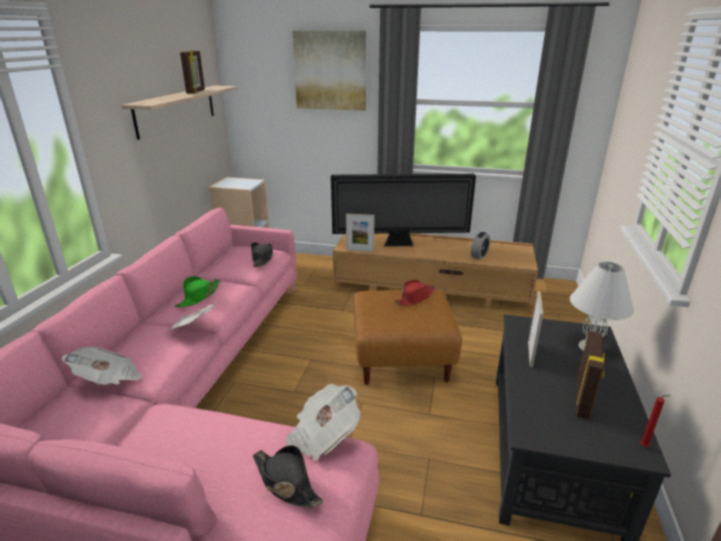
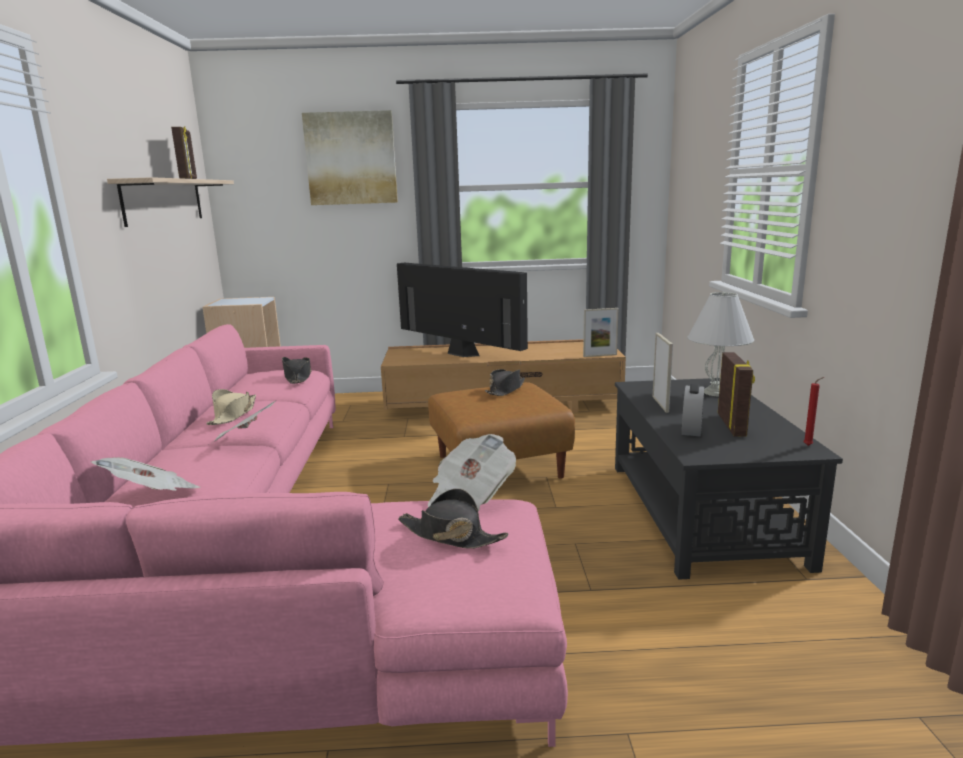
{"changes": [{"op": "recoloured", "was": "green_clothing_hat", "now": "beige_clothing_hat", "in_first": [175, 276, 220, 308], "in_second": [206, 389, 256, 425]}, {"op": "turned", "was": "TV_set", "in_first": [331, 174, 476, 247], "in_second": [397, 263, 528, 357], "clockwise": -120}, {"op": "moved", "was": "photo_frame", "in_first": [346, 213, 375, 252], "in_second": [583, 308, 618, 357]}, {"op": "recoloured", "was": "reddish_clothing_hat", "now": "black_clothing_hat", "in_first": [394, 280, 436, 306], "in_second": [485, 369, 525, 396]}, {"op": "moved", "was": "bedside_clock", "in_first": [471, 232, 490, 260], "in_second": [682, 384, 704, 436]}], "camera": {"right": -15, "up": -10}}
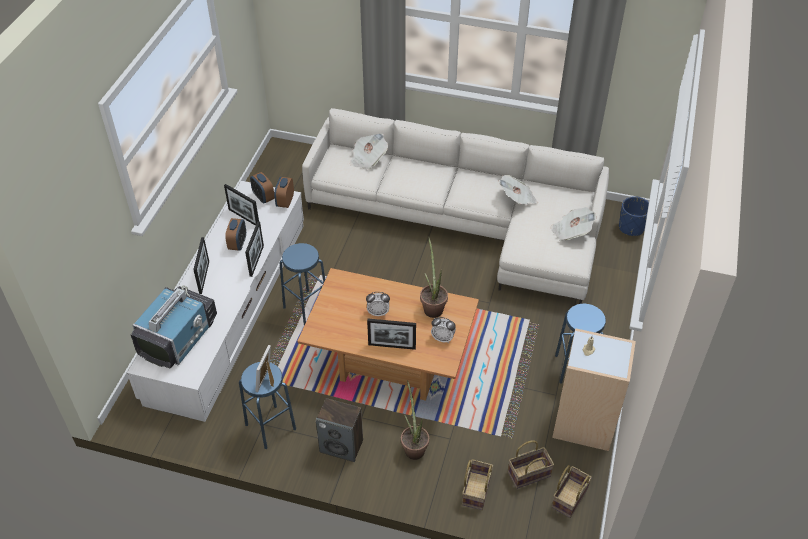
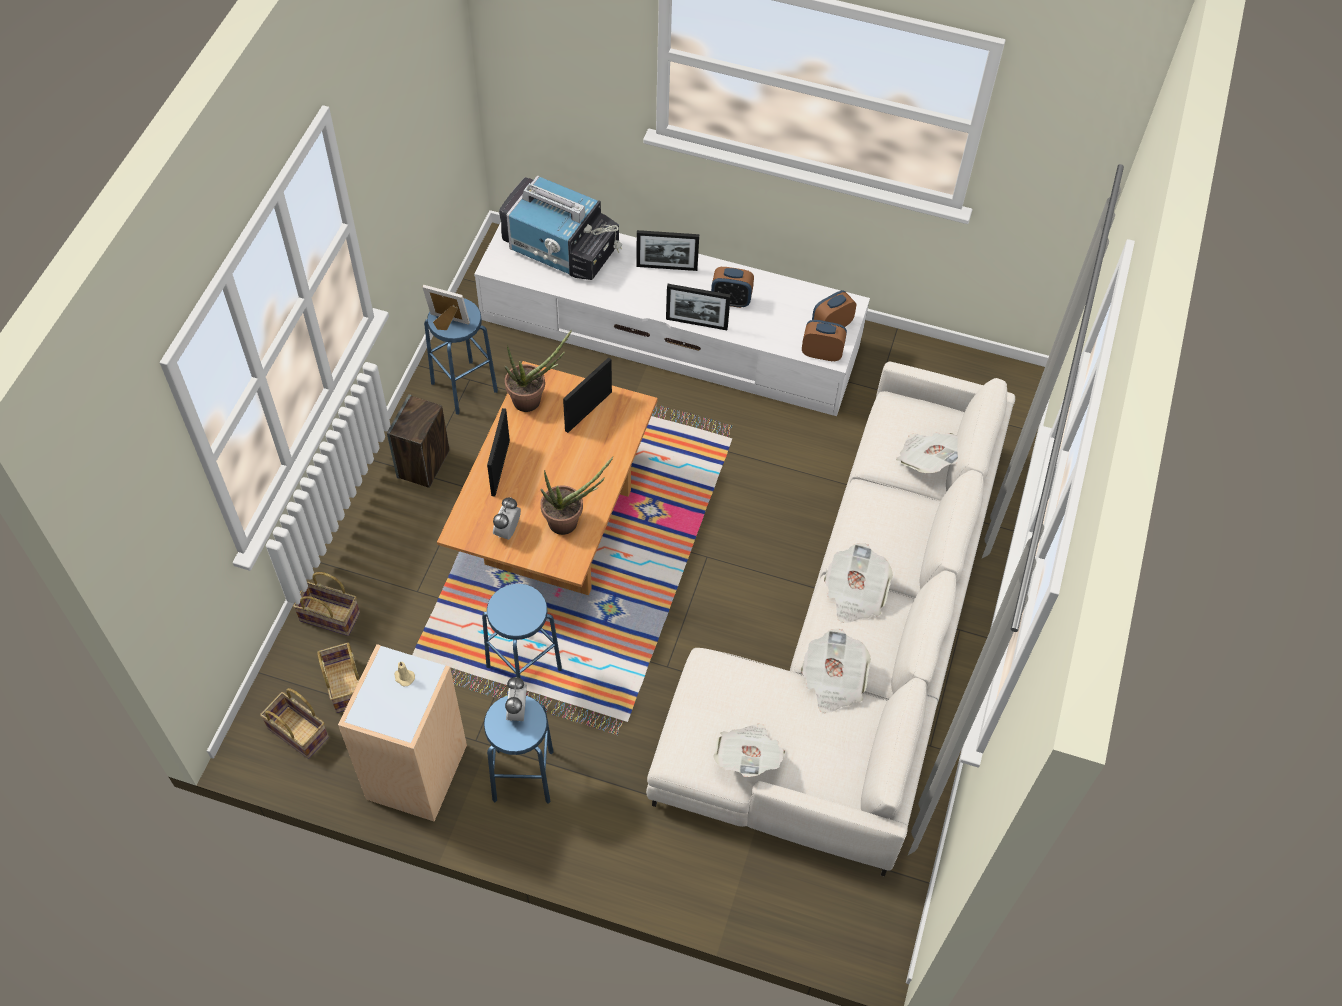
{"changes": [{"op": "moved", "was": "photo_frame", "in_first": [224, 184, 259, 226], "in_second": [563, 357, 612, 433]}, {"op": "moved", "was": "bluish_stool", "in_first": [280, 243, 325, 325], "in_second": [482, 584, 562, 678]}, {"op": "moved", "was": "bedside_clock", "in_first": [366, 292, 390, 316], "in_second": [505, 677, 527, 721]}, {"op": "moved", "was": "potted_plant", "in_first": [401, 380, 429, 460], "in_second": [504, 330, 572, 412]}, {"op": "removed", "was": "bluish_planter", "in_first": [619, 196, 649, 236]}, {"op": "added", "now": "printed_paper", "in_second": [824, 543, 893, 623]}], "camera": {"right": 90, "up": 10}}
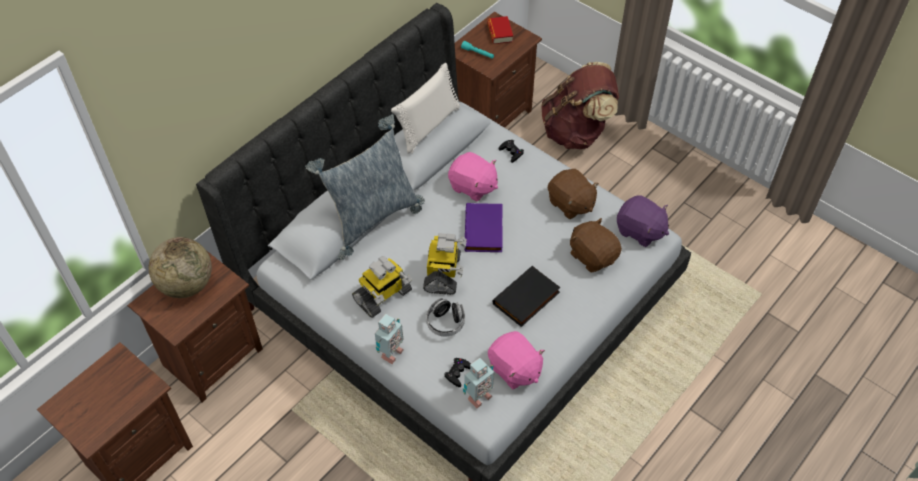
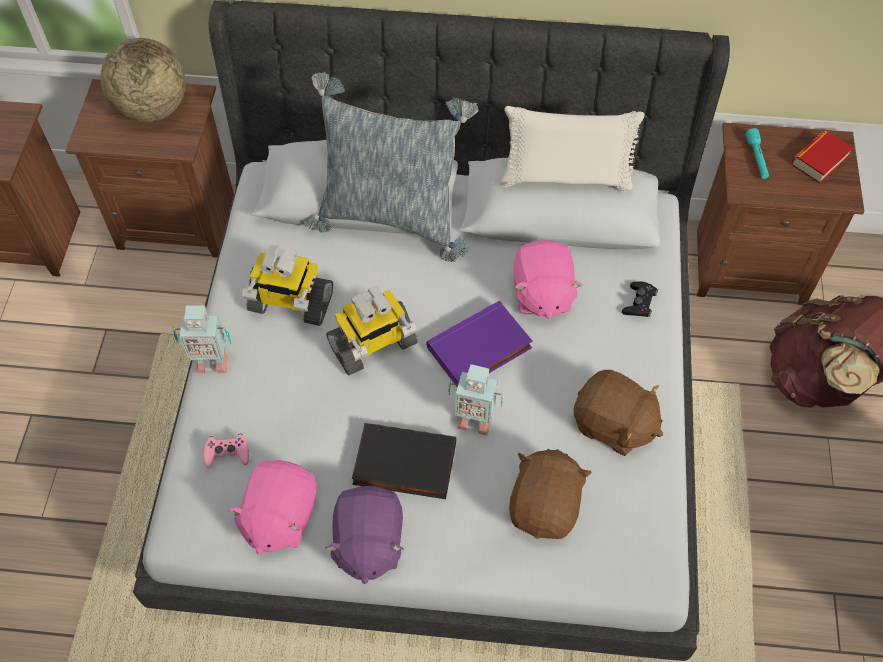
{"changes": [{"op": "removed", "was": "headset", "in_first": [426, 298, 465, 336]}, {"op": "recoloured", "was": "black_joypad", "now": "pinkish_joypad", "in_first": [444, 358, 471, 387], "in_second": [204, 434, 249, 468]}, {"op": "moved", "was": "robot_figure", "in_first": [463, 358, 494, 408], "in_second": [448, 364, 503, 435]}, {"op": "turned", "was": "brown-coloured_cuddly_toy", "in_first": [548, 169, 599, 219], "in_second": [574, 370, 663, 456], "clockwise": -75}, {"op": "moved", "was": "purplish_cuddly_toy", "in_first": [617, 195, 669, 247], "in_second": [325, 486, 404, 584]}], "camera": {"right": 55, "up": 5}}
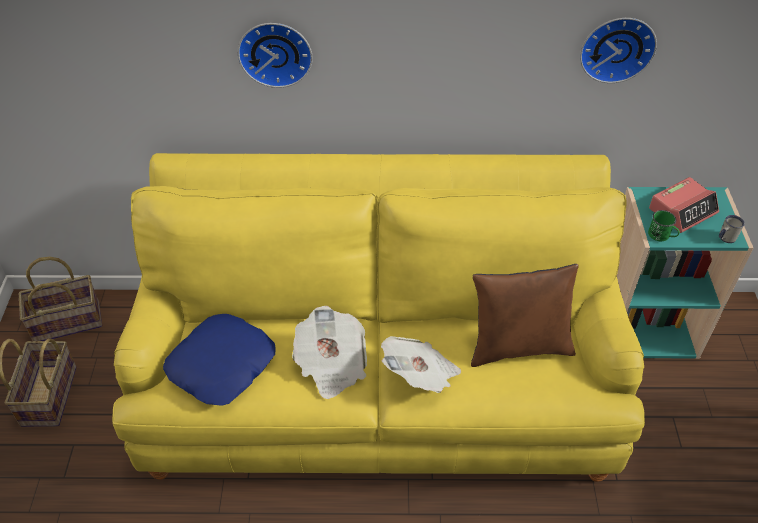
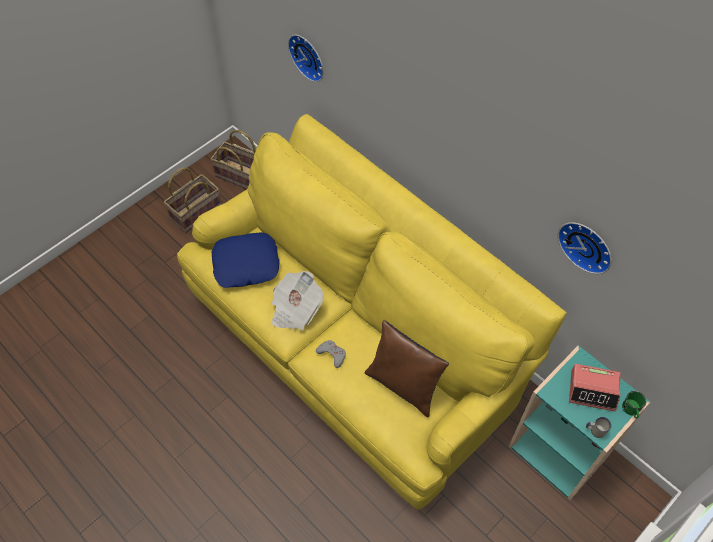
{"changes": [{"op": "moved", "was": "hanging_clock", "in_first": [238, 23, 313, 88], "in_second": [288, 35, 324, 82]}, {"op": "replaced", "was": "printed_paper", "now": "greyish_joypad", "in_first": [381, 336, 461, 393], "in_second": [316, 340, 346, 368]}, {"op": "moved", "was": "green_tea_mug", "in_first": [648, 210, 680, 241], "in_second": [622, 391, 646, 418]}], "camera": {"right": 45, "up": 10}}
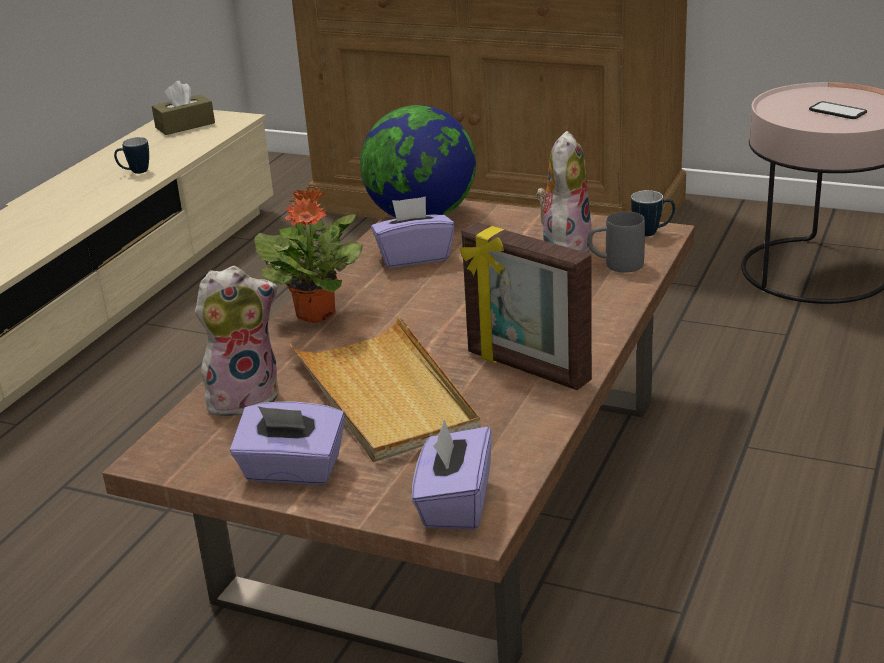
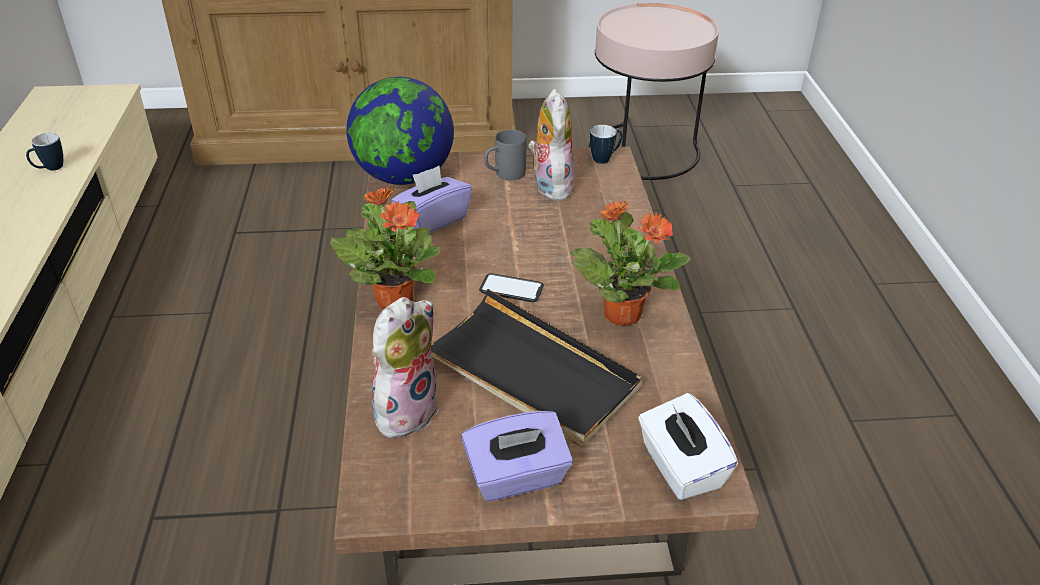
{"changes": [{"op": "removed", "was": "brown-coloured_tissue_holder", "in_first": [152, 81, 215, 135]}, {"op": "recoloured", "was": "beige_tray", "now": "black_tray", "in_first": [289, 316, 481, 462], "in_second": [431, 289, 643, 446]}, {"op": "recoloured", "was": "purplish_tissue_holder", "now": "white-coloured_tissue_holder", "in_first": [412, 420, 492, 530], "in_second": [638, 393, 738, 500]}, {"op": "replaced", "was": "photo_frame", "now": "potted_plant", "in_first": [460, 222, 592, 390], "in_second": [571, 200, 690, 326]}, {"op": "moved", "was": "greyish_tea_mug", "in_first": [588, 211, 645, 273], "in_second": [484, 130, 526, 180]}, {"op": "moved", "was": "phone", "in_first": [809, 101, 867, 119], "in_second": [479, 273, 544, 302]}], "camera": {"right": -30, "up": 10}}
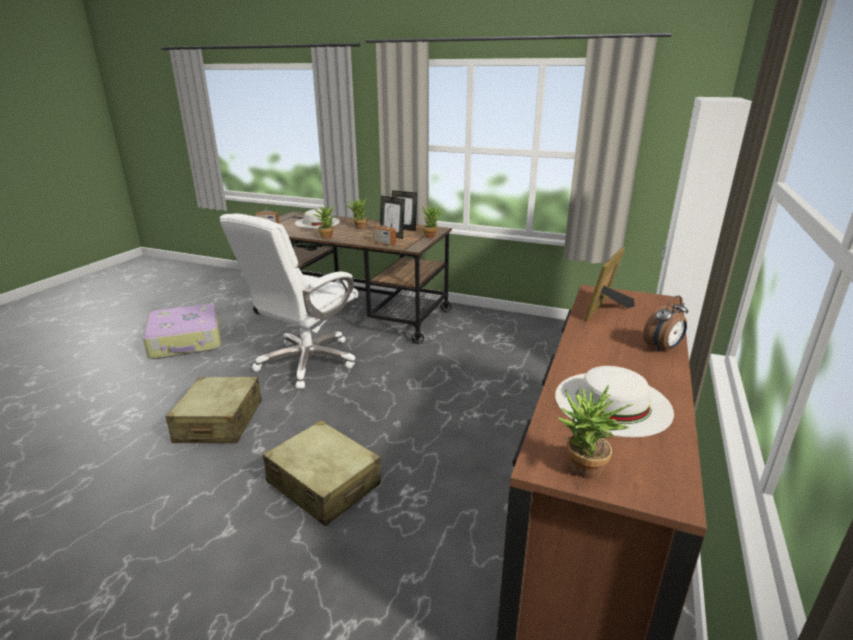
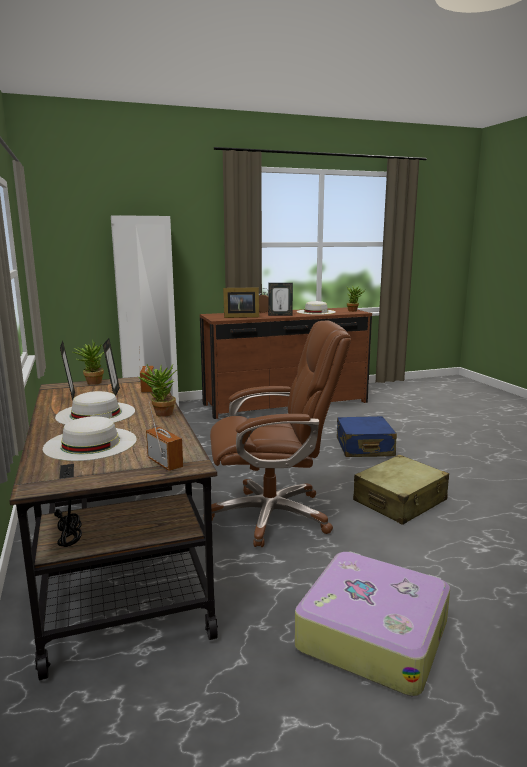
{"changes": [{"op": "recoloured", "was": "white-coloured_office_chair", "now": "brown-coloured_office_chair", "in_first": [220, 213, 358, 389], "in_second": [210, 320, 351, 547]}, {"op": "recoloured", "was": "beige_piece_of_luggage", "now": "bluish_piece_of_luggage", "in_first": [263, 420, 381, 526], "in_second": [337, 416, 397, 457]}, {"op": "replaced", "was": "potted_plant", "now": "white-coloured_clothing_hat", "in_first": [345, 197, 368, 229], "in_second": [55, 391, 135, 425]}, {"op": "added", "now": "photo_frame", "in_second": [268, 283, 293, 316]}], "camera": {"right": -130, "up": -10}}
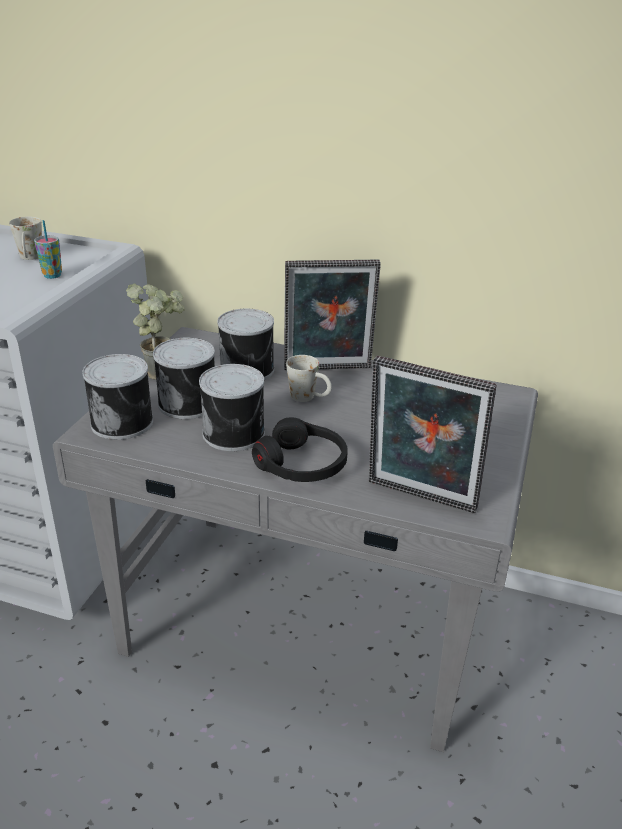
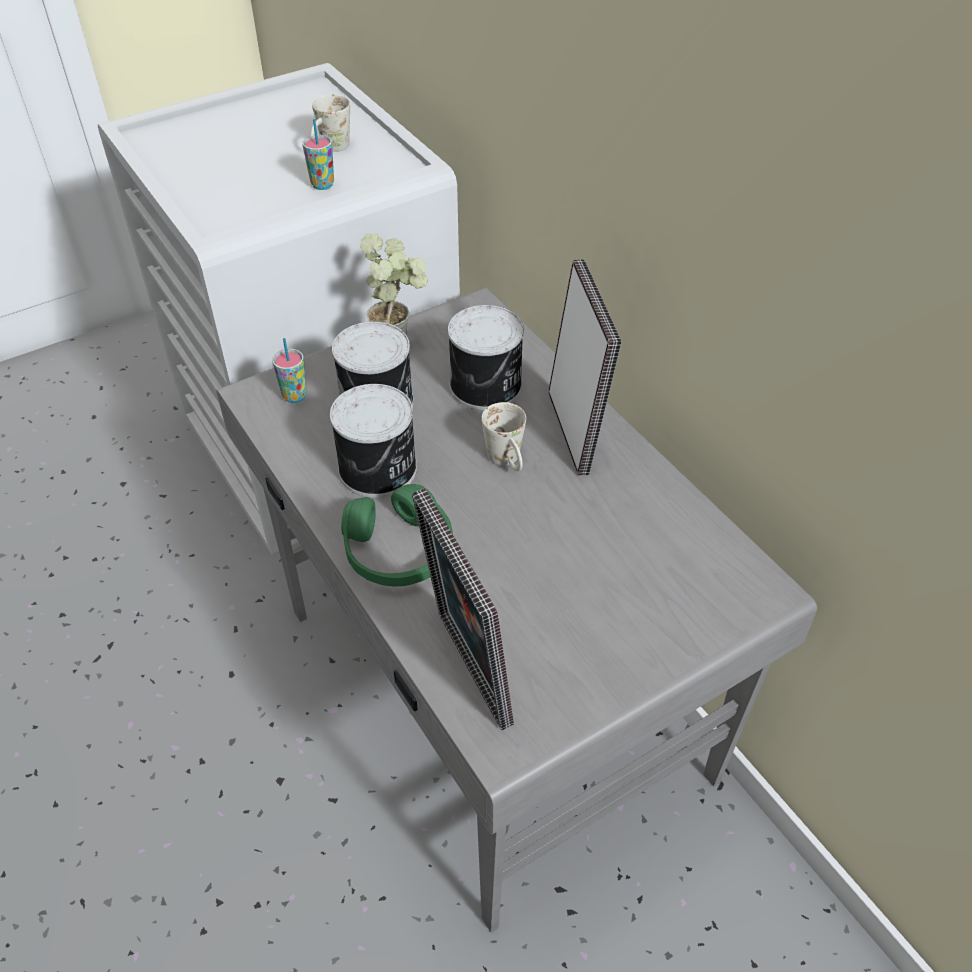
{"changes": [{"op": "replaced", "was": "can", "now": "cup", "in_first": [82, 354, 153, 440], "in_second": [272, 338, 307, 403]}, {"op": "recoloured", "was": "black_headset", "now": "green_headset", "in_first": [252, 418, 348, 482], "in_second": [341, 484, 453, 587]}, {"op": "turned", "was": "photo_frame", "in_first": [284, 260, 381, 370], "in_second": [548, 259, 622, 476], "clockwise": -135}], "camera": {"right": 40, "up": 15}}
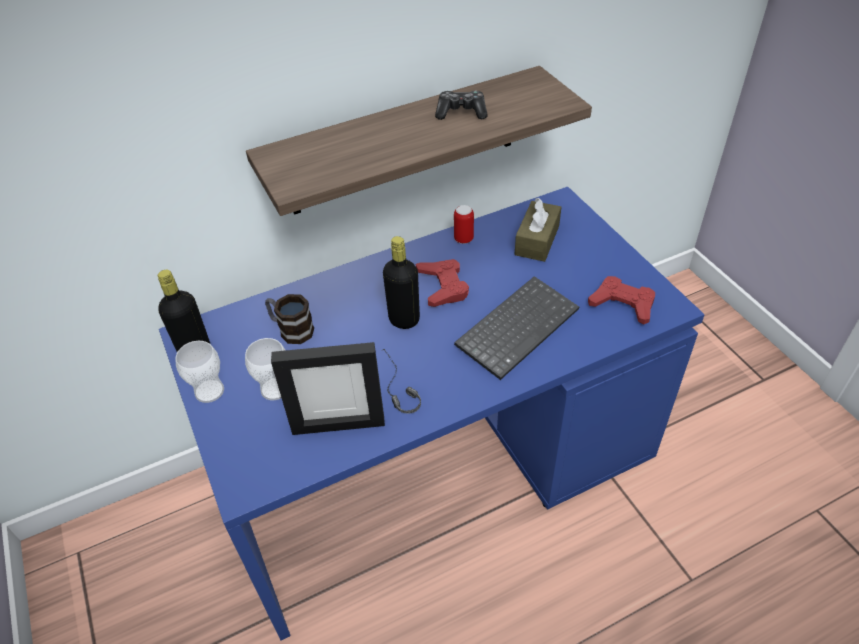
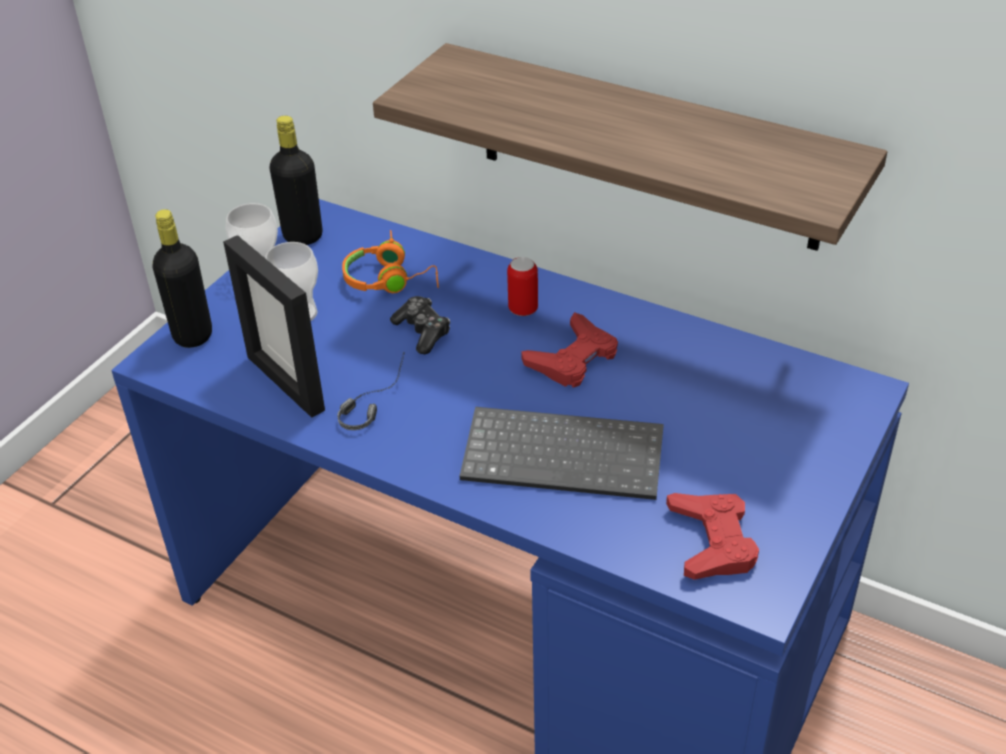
{"changes": [{"op": "replaced", "was": "tea_mug", "now": "orange_headset", "in_first": [265, 294, 314, 344], "in_second": [342, 230, 439, 293]}, {"op": "moved", "was": "black_beverage_bottle", "in_first": [383, 236, 420, 329], "in_second": [153, 209, 212, 348]}, {"op": "moved", "was": "joypad", "in_first": [435, 91, 488, 120], "in_second": [390, 296, 450, 354]}, {"op": "moved", "was": "can", "in_first": [454, 205, 474, 244], "in_second": [507, 257, 538, 316]}, {"op": "removed", "was": "brown-coloured_tissue_holder", "in_first": [515, 198, 561, 262]}], "camera": {"right": 55, "up": -5}}
